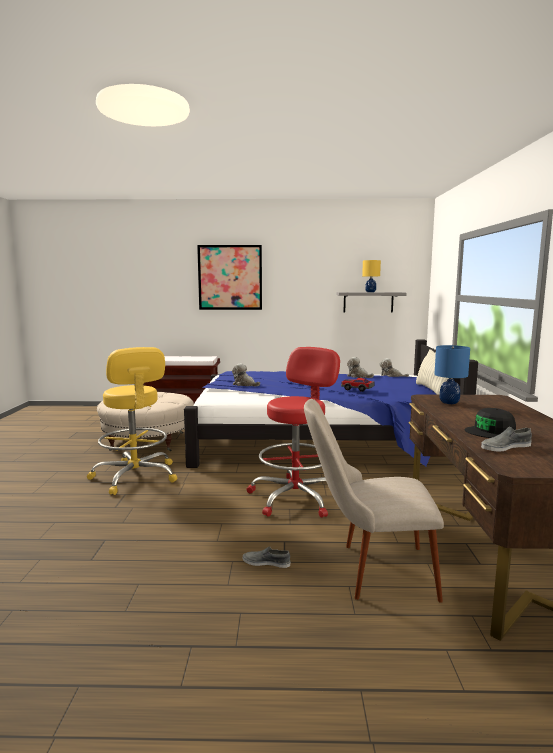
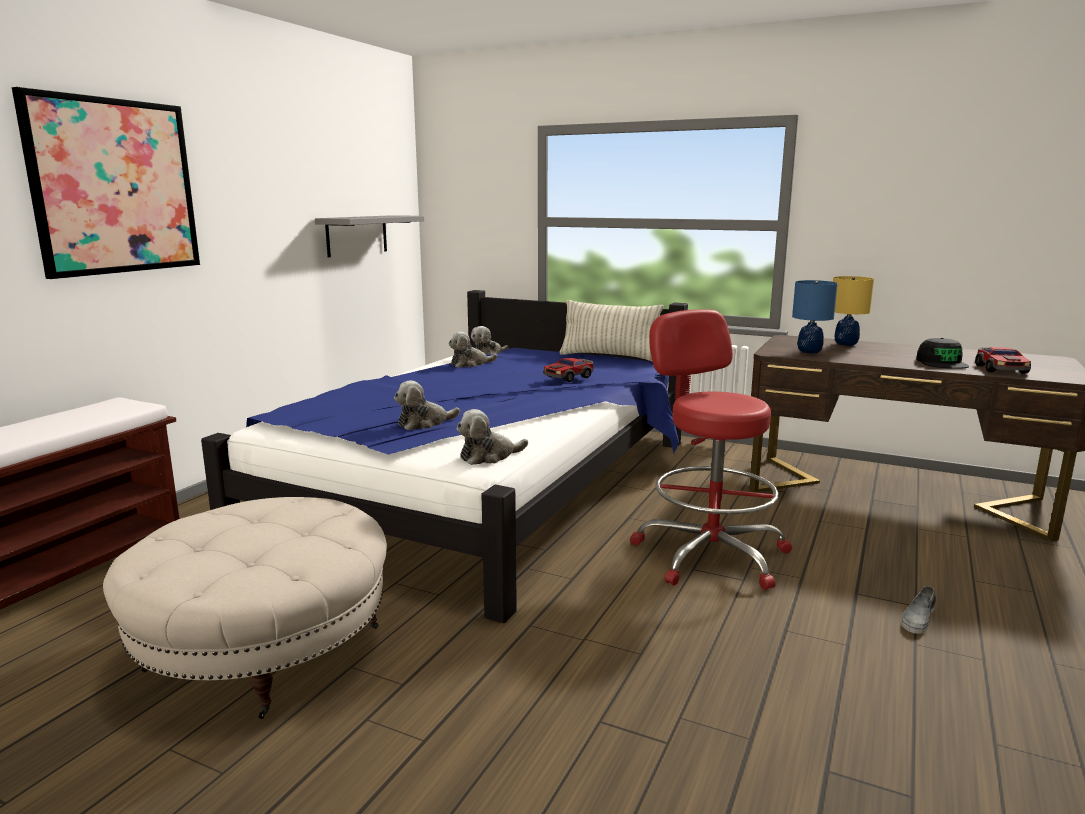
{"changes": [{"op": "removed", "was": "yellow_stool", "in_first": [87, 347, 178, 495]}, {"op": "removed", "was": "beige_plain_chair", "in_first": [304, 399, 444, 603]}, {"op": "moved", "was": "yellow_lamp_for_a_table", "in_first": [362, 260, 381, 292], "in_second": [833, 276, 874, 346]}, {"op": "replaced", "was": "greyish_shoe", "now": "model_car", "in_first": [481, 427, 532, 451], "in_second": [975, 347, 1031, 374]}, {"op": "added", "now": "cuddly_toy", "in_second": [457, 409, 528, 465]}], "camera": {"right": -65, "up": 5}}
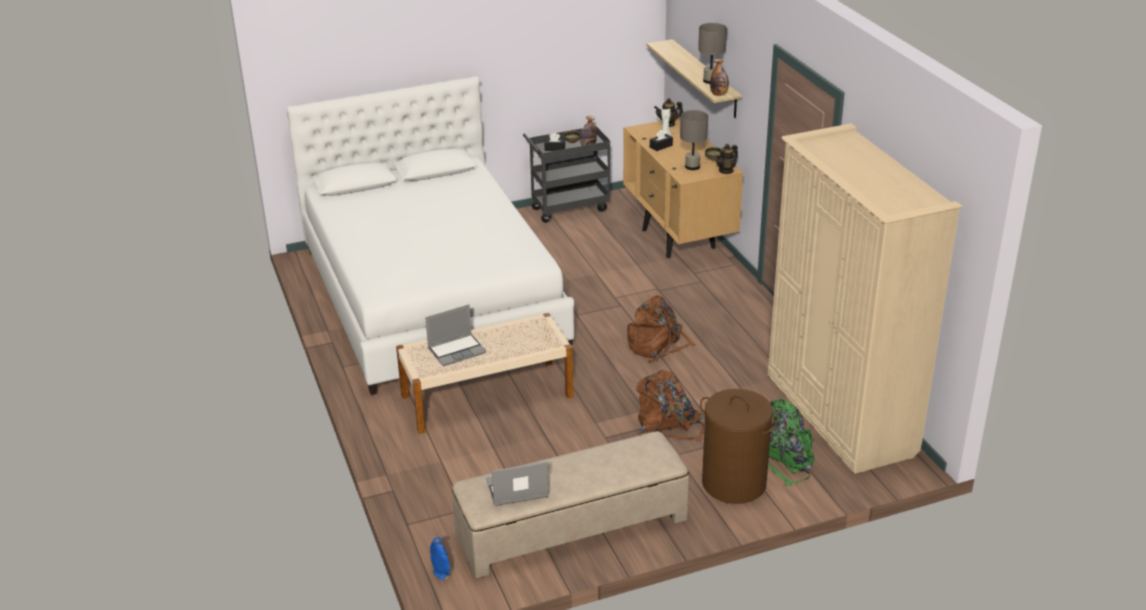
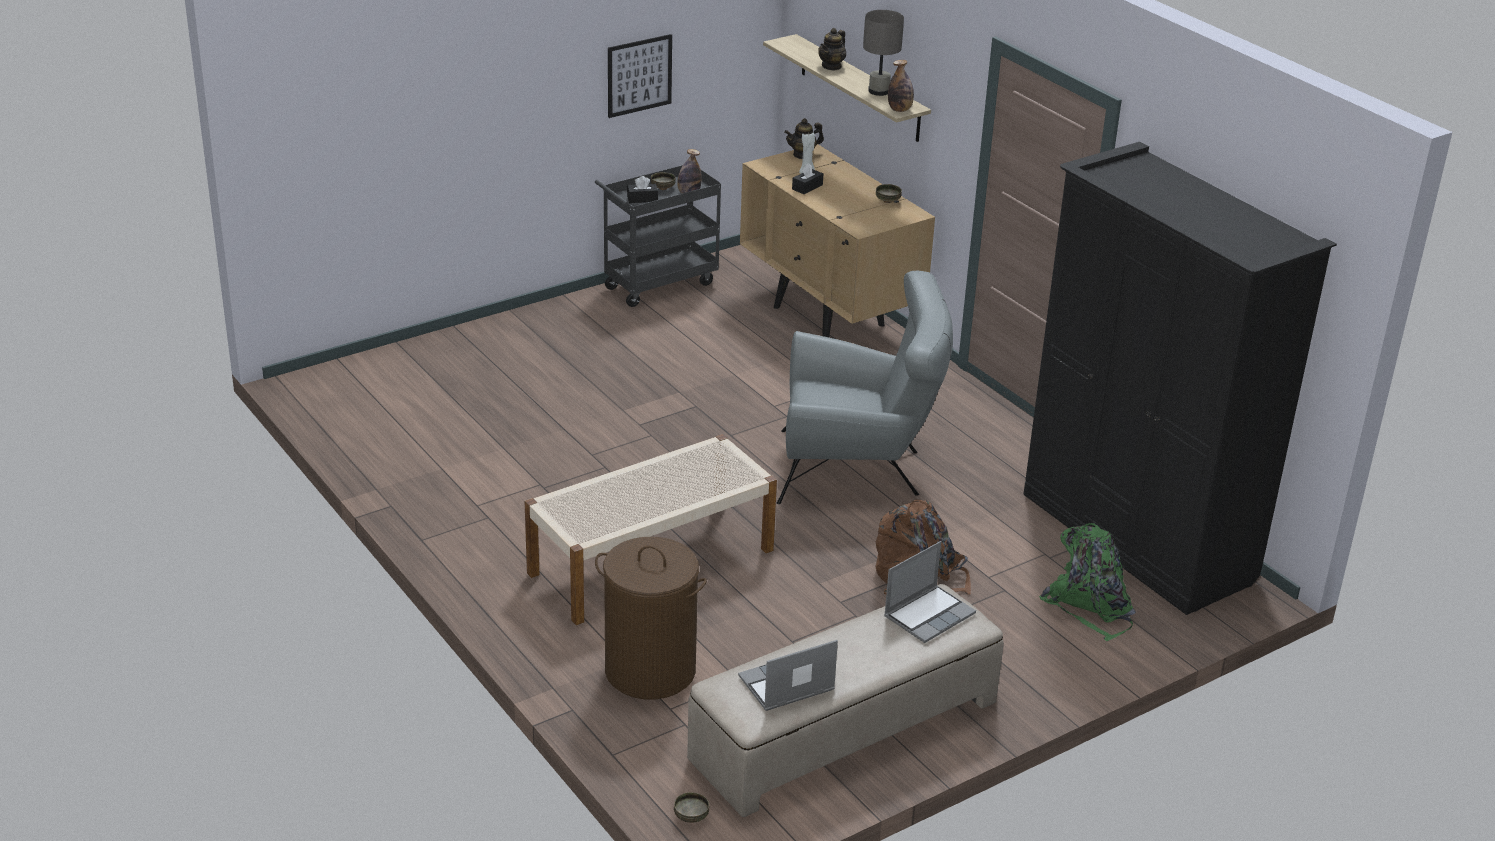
{"changes": [{"op": "removed", "was": "white-coloured_sleeping_bed", "in_first": [287, 76, 574, 395]}, {"op": "moved", "was": "laptop", "in_first": [425, 304, 486, 366], "in_second": [884, 541, 976, 643]}, {"op": "replaced", "was": "bluish_flower_vase", "now": "deep_dish", "in_first": [430, 537, 451, 580], "in_second": [674, 792, 709, 823]}, {"op": "replaced", "was": "brown-coloured_rucksack", "now": "greyish_easy_chair", "in_first": [627, 295, 695, 363], "in_second": [777, 271, 953, 504]}, {"op": "removed", "was": "greyish_lamp_for_a_table", "in_first": [680, 110, 708, 170]}, {"op": "moved", "was": "brown-coloured_hamper", "in_first": [700, 389, 777, 504], "in_second": [595, 537, 707, 699]}, {"op": "moved", "was": "pot_for_tea", "in_first": [716, 144, 738, 174], "in_second": [818, 28, 846, 71]}, {"op": "recoloured", "was": "beige_armoire", "now": "black_armoire", "in_first": [768, 124, 963, 474], "in_second": [1023, 142, 1337, 615]}, {"op": "added", "now": "picture", "in_second": [608, 34, 672, 118]}], "camera": {"right": -15, "up": 0}}
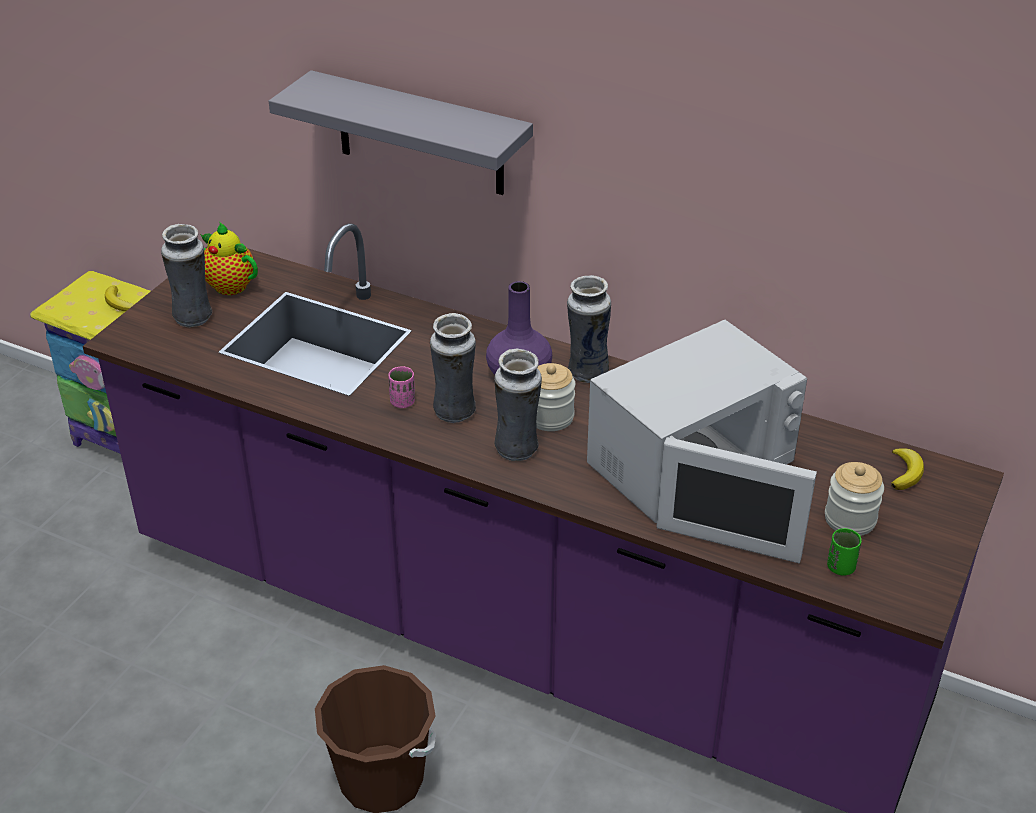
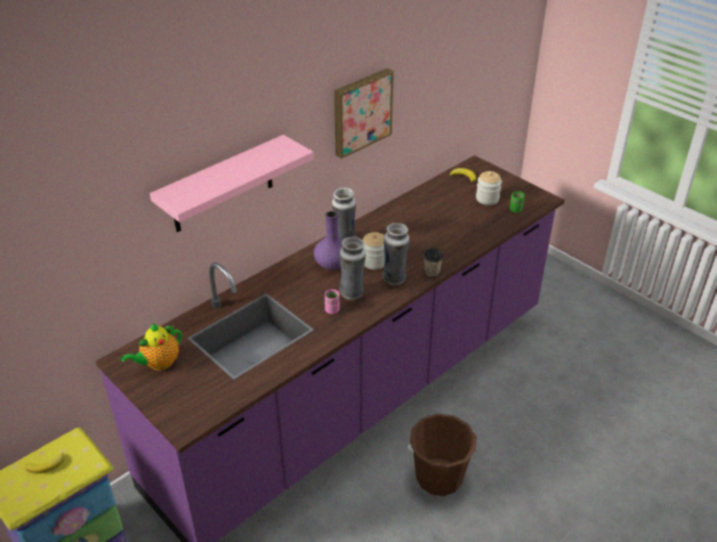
{"changes": [{"op": "removed", "was": "flower_vase", "in_first": [161, 224, 212, 327]}, {"op": "recoloured", "was": "greyish_wall_shelf", "now": "pinkish_wall_shelf", "in_first": [269, 70, 533, 195], "in_second": [150, 135, 314, 232]}, {"op": "removed", "was": "white-coloured_kitchen_microwave", "in_first": [587, 320, 817, 564]}, {"op": "added", "now": "picture", "in_second": [334, 68, 394, 159]}, {"op": "added", "now": "cup", "in_second": [424, 248, 443, 277]}], "camera": {"right": -70, "up": 0}}
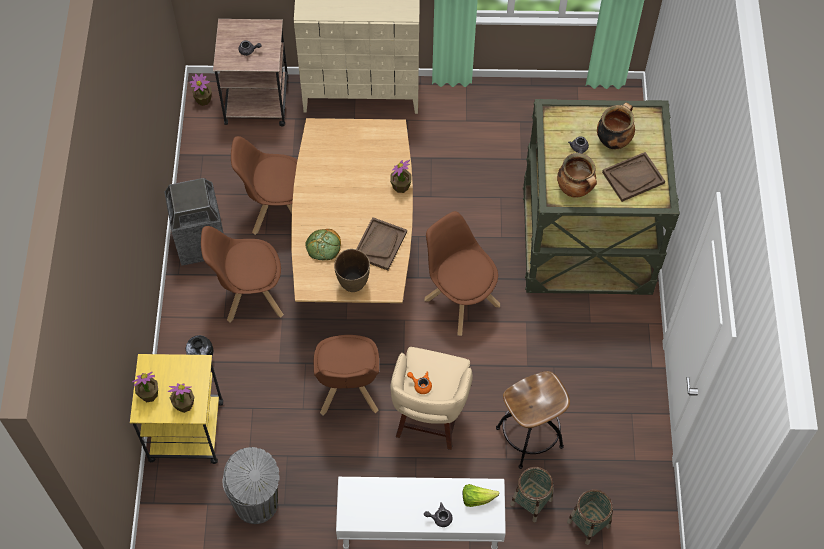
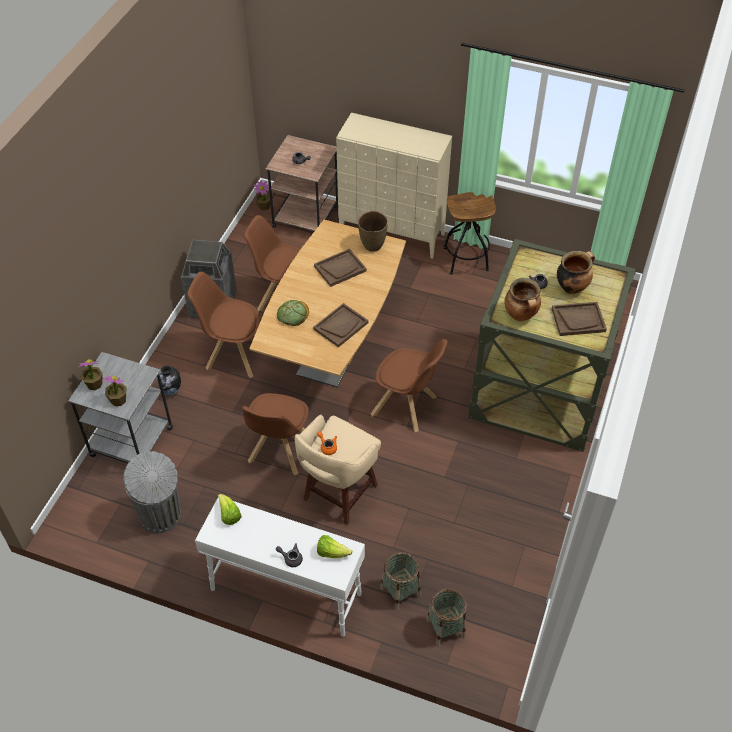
{"changes": [{"op": "recoloured", "was": "yellow_cart", "now": "greyish_cart", "in_first": [130, 354, 223, 464], "in_second": [68, 352, 173, 463]}, {"op": "moved", "was": "brown-coloured_flower_vase", "in_first": [334, 249, 370, 292], "in_second": [358, 211, 388, 252]}, {"op": "removed", "was": "potted_plant", "in_first": [390, 160, 412, 193]}, {"op": "turned", "was": "brown-coloured_plain_chair", "in_first": [424, 211, 500, 336], "in_second": [371, 339, 447, 432], "clockwise": 135}, {"op": "moved", "was": "brown-coloured_stool", "in_first": [496, 371, 570, 469], "in_second": [443, 192, 496, 275]}, {"op": "added", "now": "head_of_lettuce", "in_second": [218, 494, 242, 525]}, {"op": "added", "now": "brown-coloured_tray", "in_second": [314, 249, 367, 287]}], "camera": {"right": 20, "up": -10}}
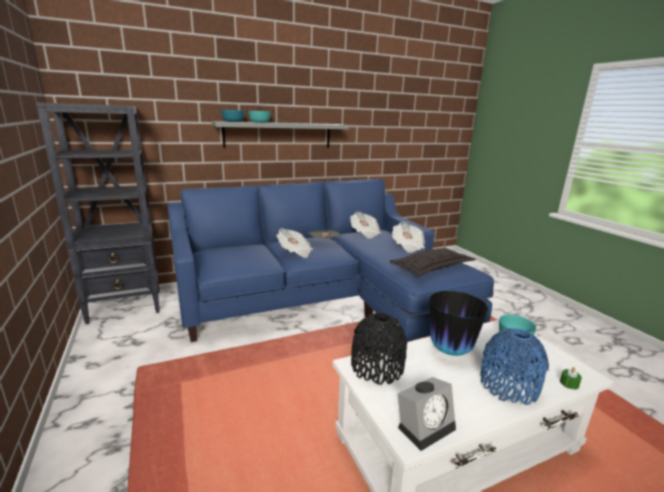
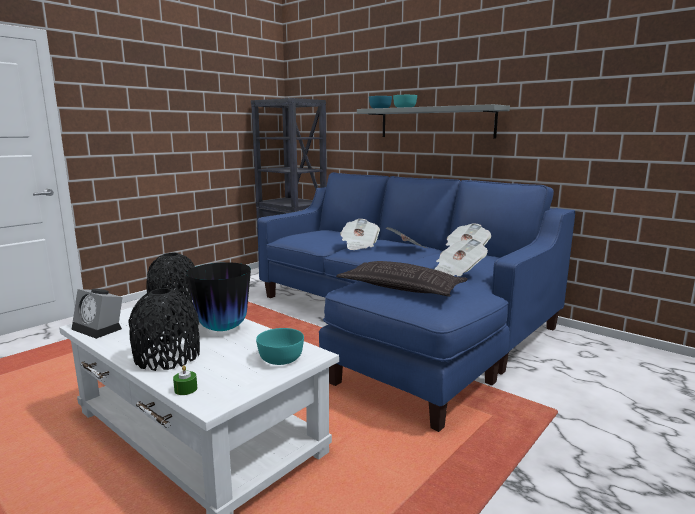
{"changes": [{"op": "recoloured", "was": "bluish_flower_vase", "now": "black_flower_vase", "in_first": [480, 328, 549, 405], "in_second": [128, 288, 200, 371]}], "camera": {"right": 65, "up": -5}}
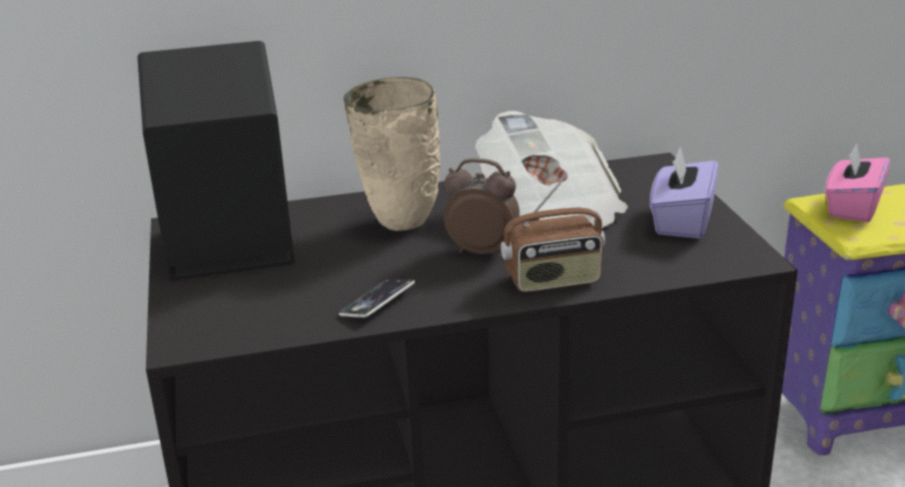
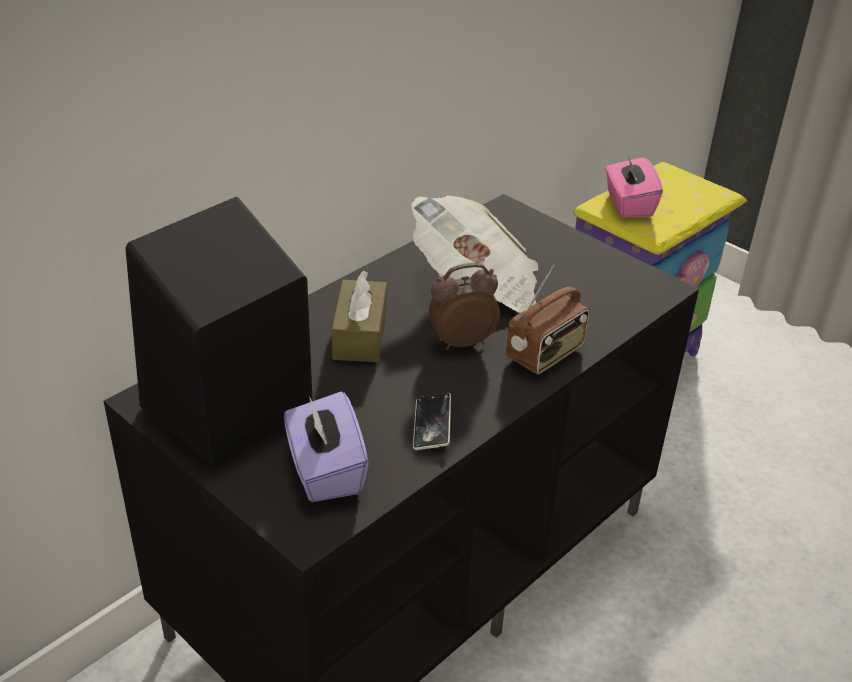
{"changes": [{"op": "replaced", "was": "beige_flower_vase", "now": "brown-coloured_tissue_holder", "in_first": [343, 77, 440, 231], "in_second": [332, 270, 387, 362]}, {"op": "moved", "was": "purplish_tissue_holder", "in_first": [650, 146, 719, 239], "in_second": [284, 391, 368, 502]}], "camera": {"right": -35, "up": 10}}
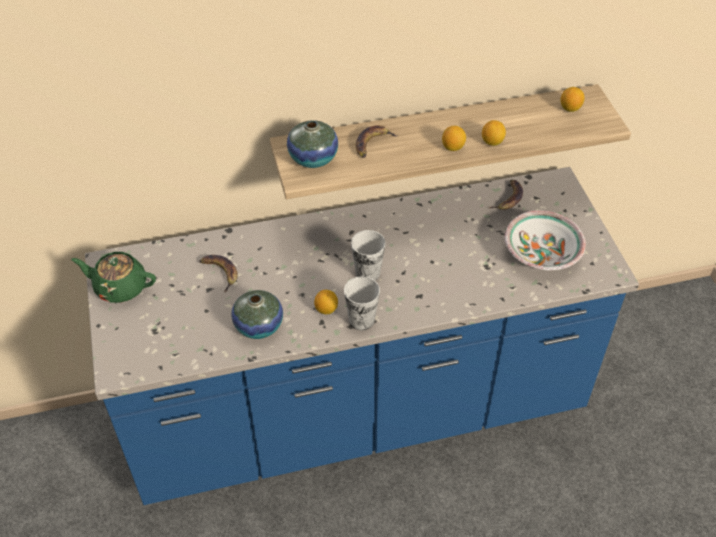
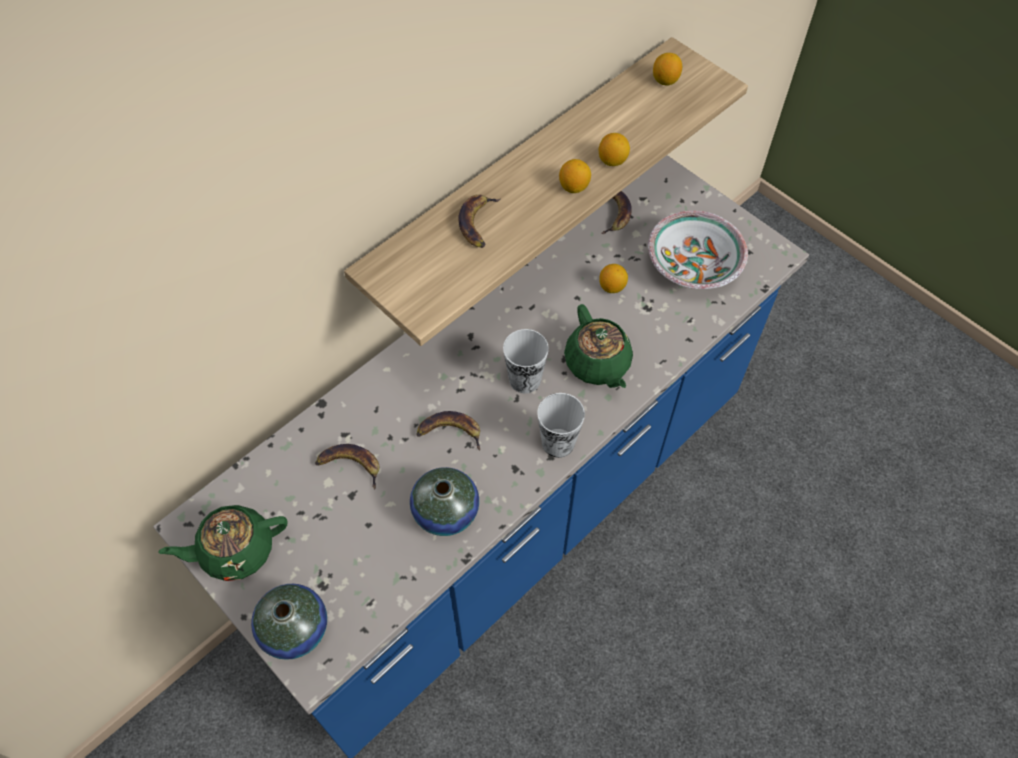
{"changes": [{"op": "moved", "was": "flower_vase", "in_first": [287, 120, 338, 168], "in_second": [251, 584, 327, 660]}, {"op": "moved", "was": "whole_lemon", "in_first": [314, 290, 338, 314], "in_second": [599, 264, 628, 293]}, {"op": "added", "now": "whole_banana", "in_second": [416, 411, 480, 450]}, {"op": "added", "now": "green_pot_for_tea", "in_second": [564, 304, 633, 388]}], "camera": {"right": -30, "up": 10}}
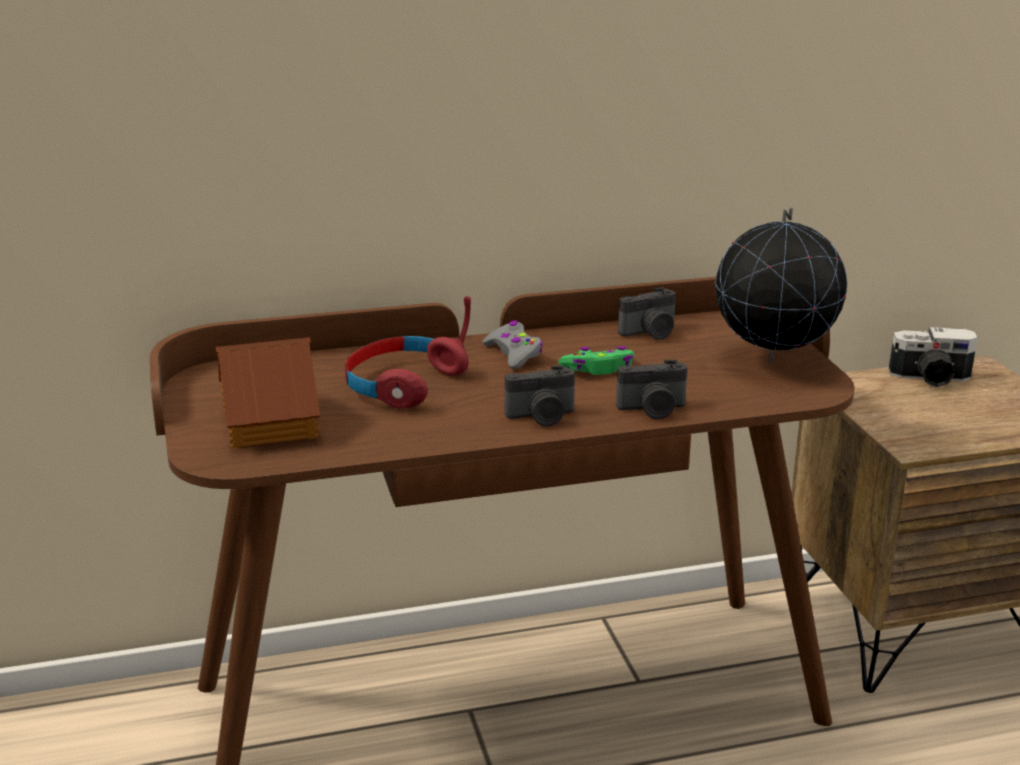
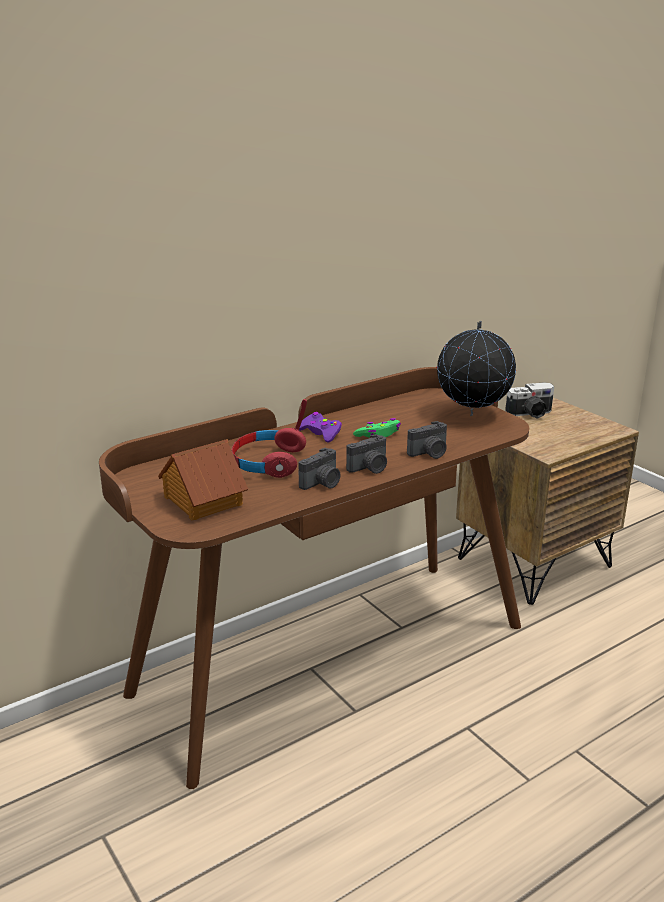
{"changes": [{"op": "recoloured", "was": "greyish_joypad", "now": "purplish_joypad", "in_first": [482, 321, 543, 369], "in_second": [299, 412, 342, 442]}, {"op": "moved", "was": "still_camera", "in_first": [618, 287, 676, 340], "in_second": [299, 447, 340, 490]}], "camera": {"right": -20, "up": 0}}
